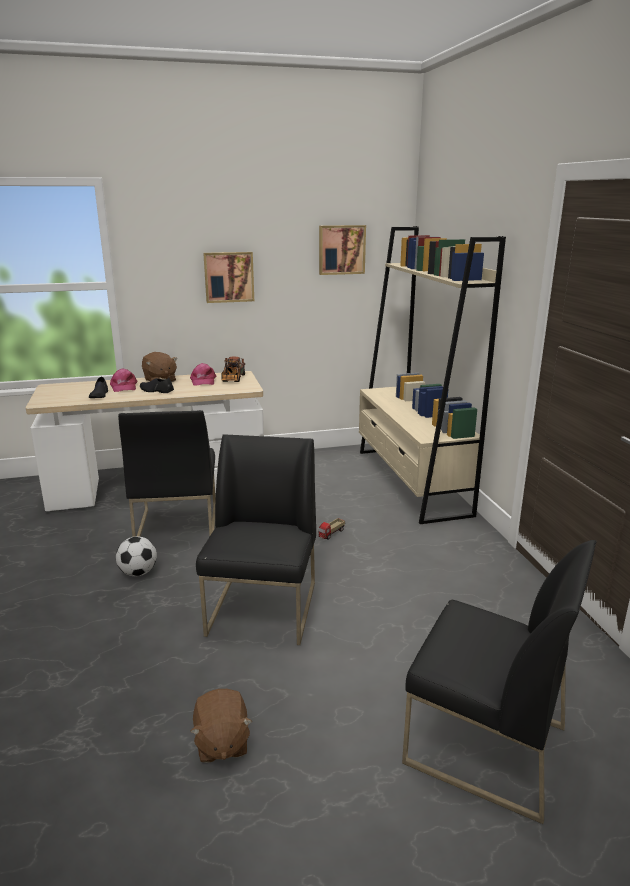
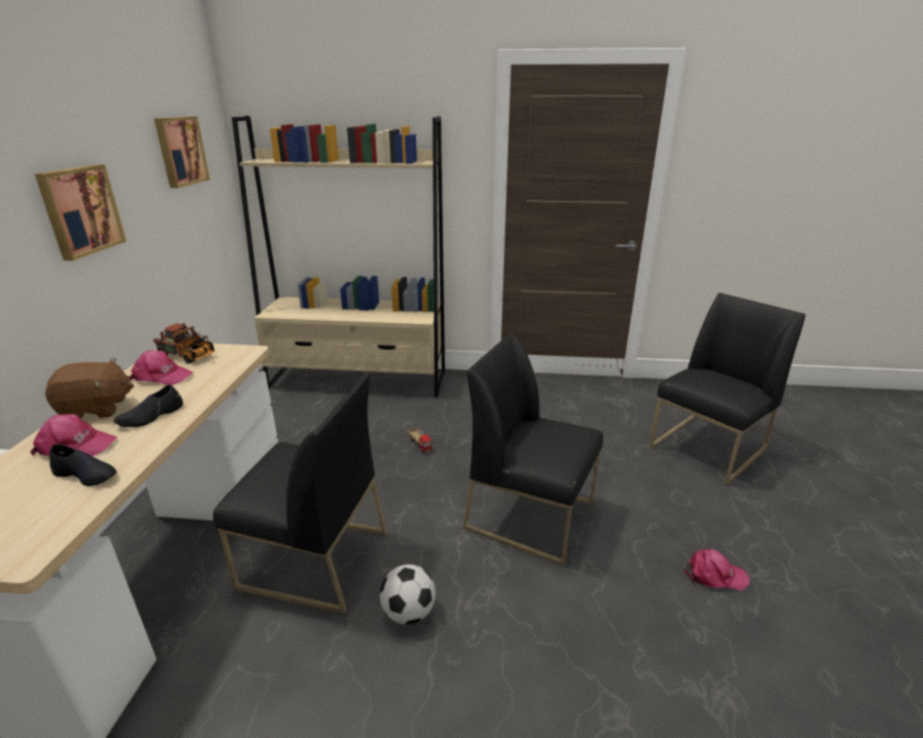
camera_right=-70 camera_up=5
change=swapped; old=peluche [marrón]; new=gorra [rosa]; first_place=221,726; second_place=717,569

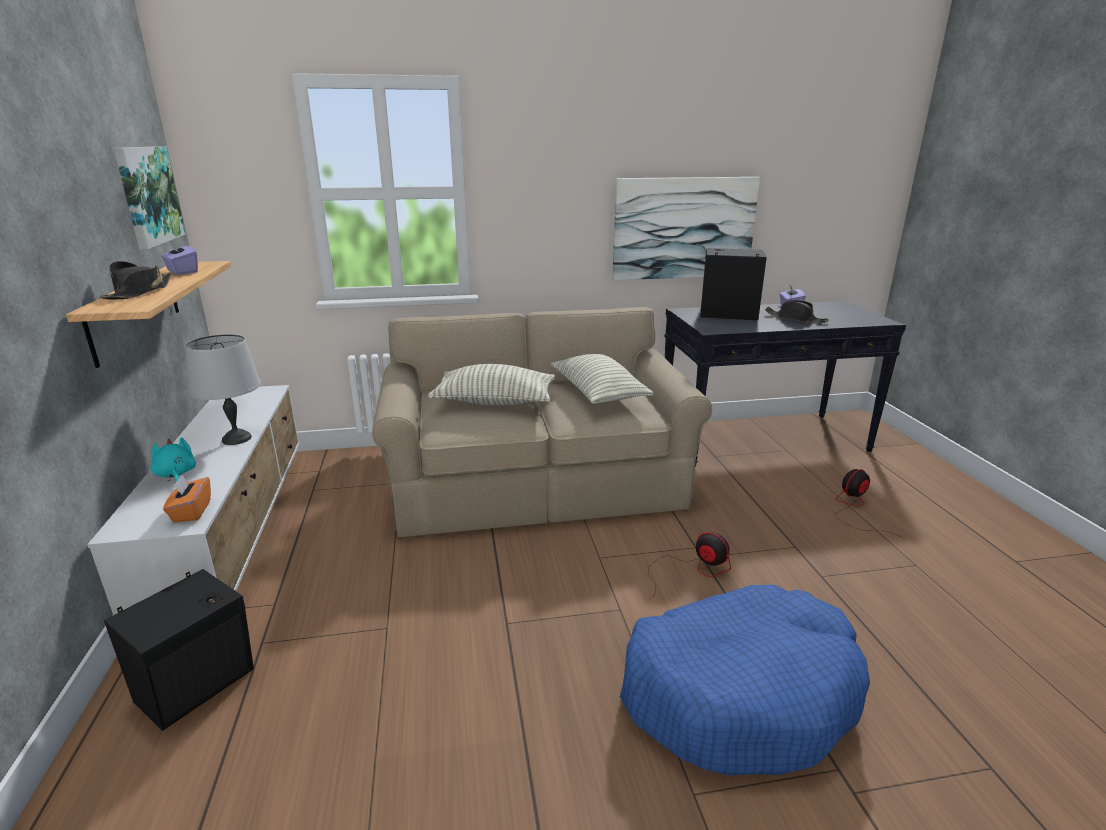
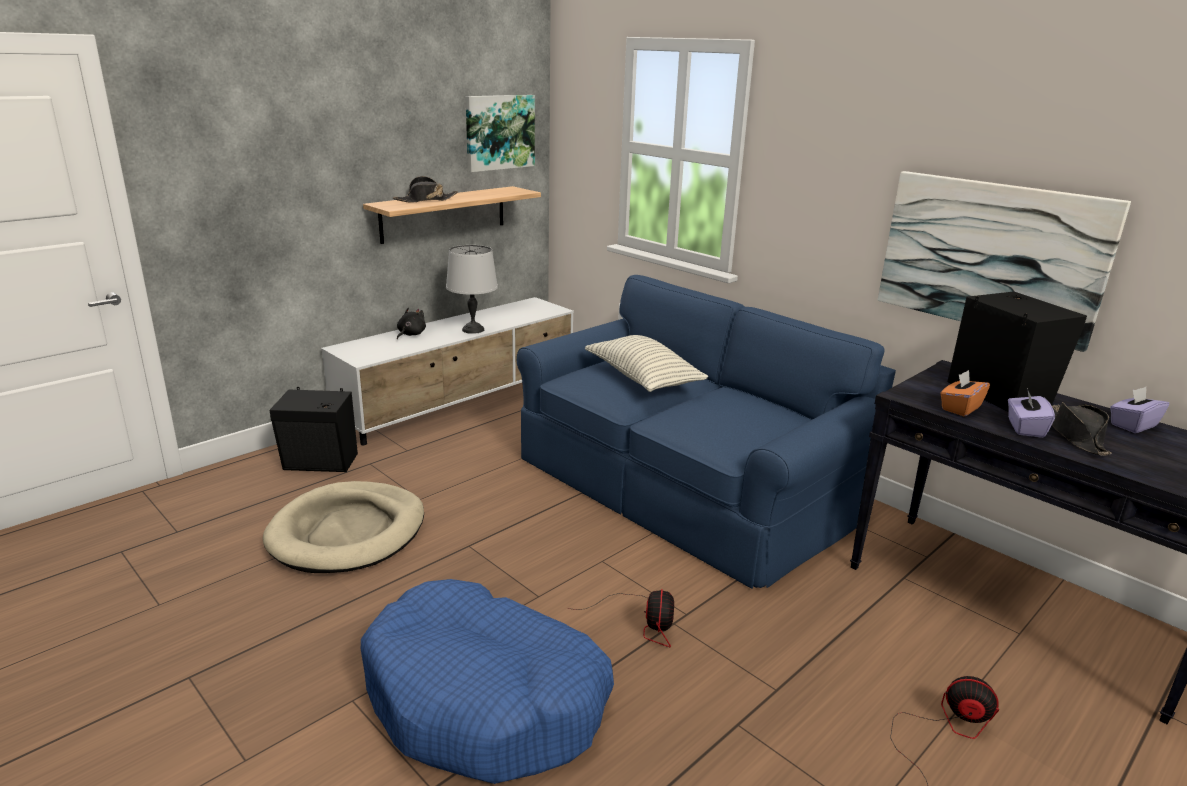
camera_right=55 camera_up=0
change=new; new=cama para perro [beis]; second_place=343,527
change=repainted; old=peluche [turquesa]; new=peluche [negro]; first_place=173,459; second_place=411,323
change=repainted; old=sofá [beis]; new=sofá [azul]; first_place=542,422; second_place=706,431
change=shifted; old=caja de pañuelos [naranja]; first_place=187,498; second_place=965,393
change=shifted; old=caja de pañuelos [morado]; first_place=179,257; second_place=1031,413
change=gone; old=cojín; first_place=602,379

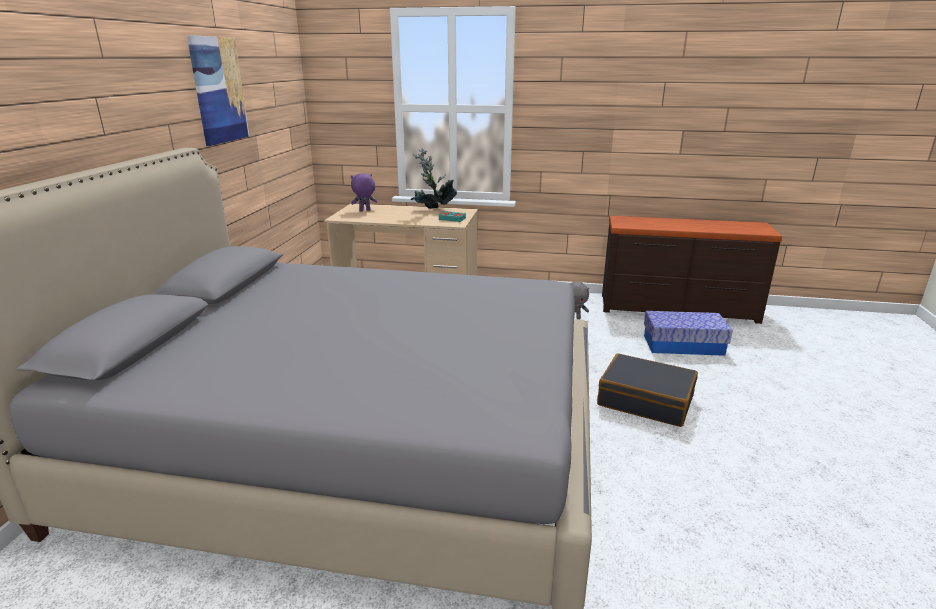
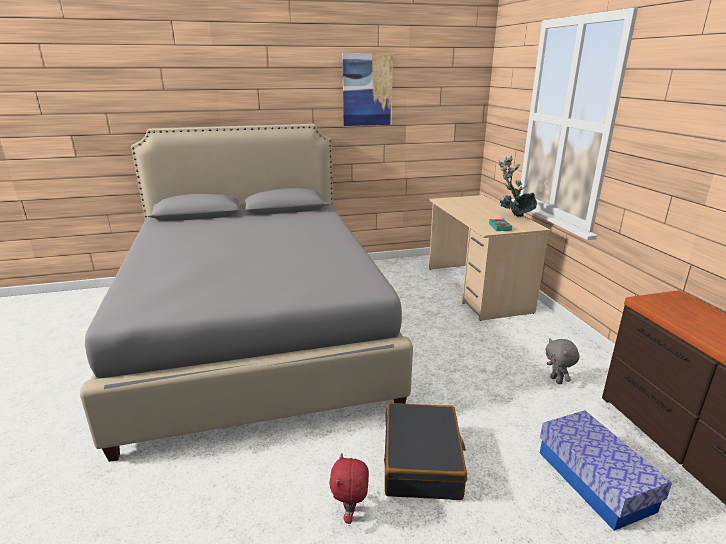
camera_right=65 camera_up=0
change=new; new=peluche [rojo]; second_place=349,488
change=gone; old=peluche [morado]; first_place=364,192

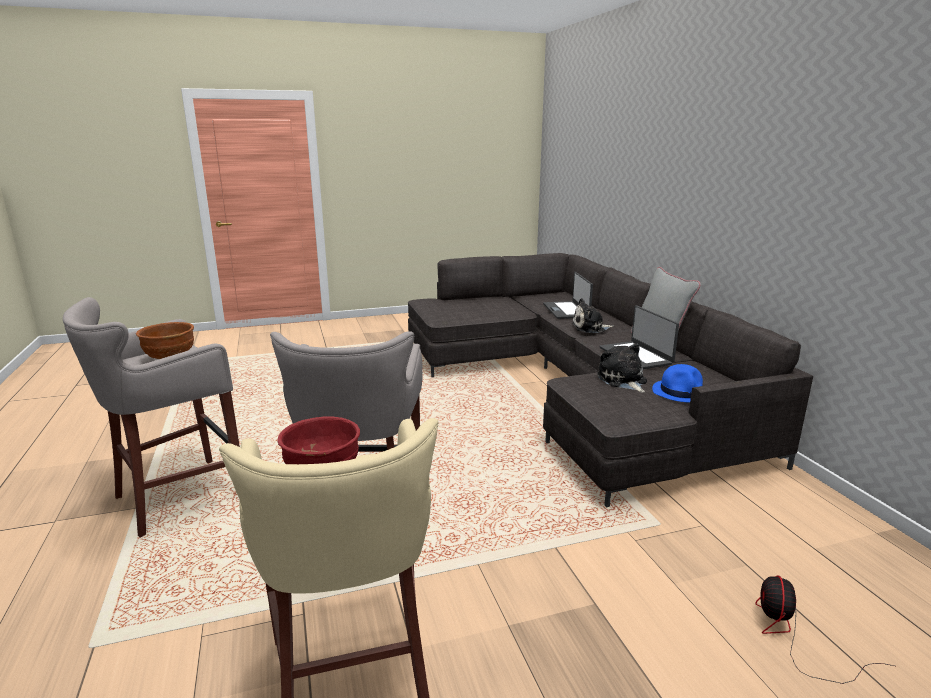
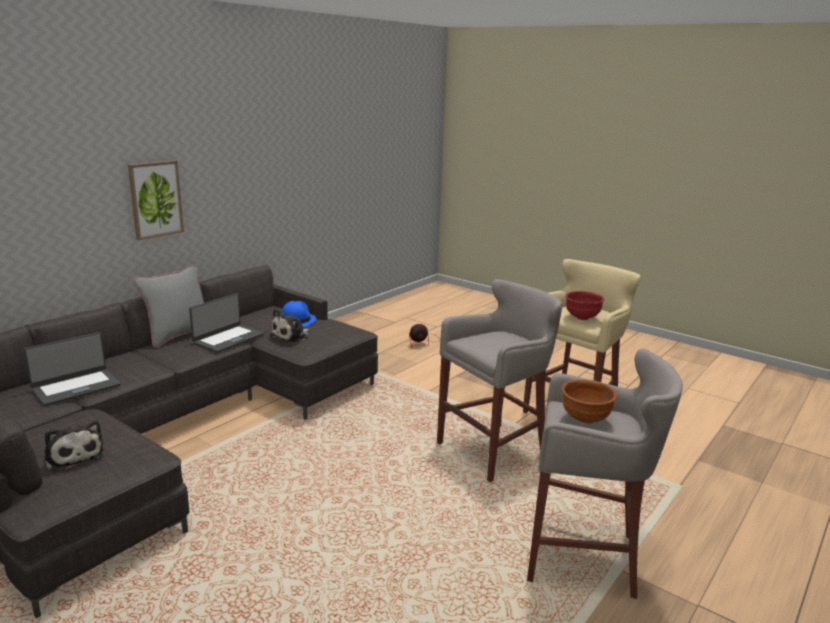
camera_right=-125 camera_up=0
change=shifted; old=peluche; first_place=592,315; second_place=74,447
change=new; new=cuadro; second_place=156,200

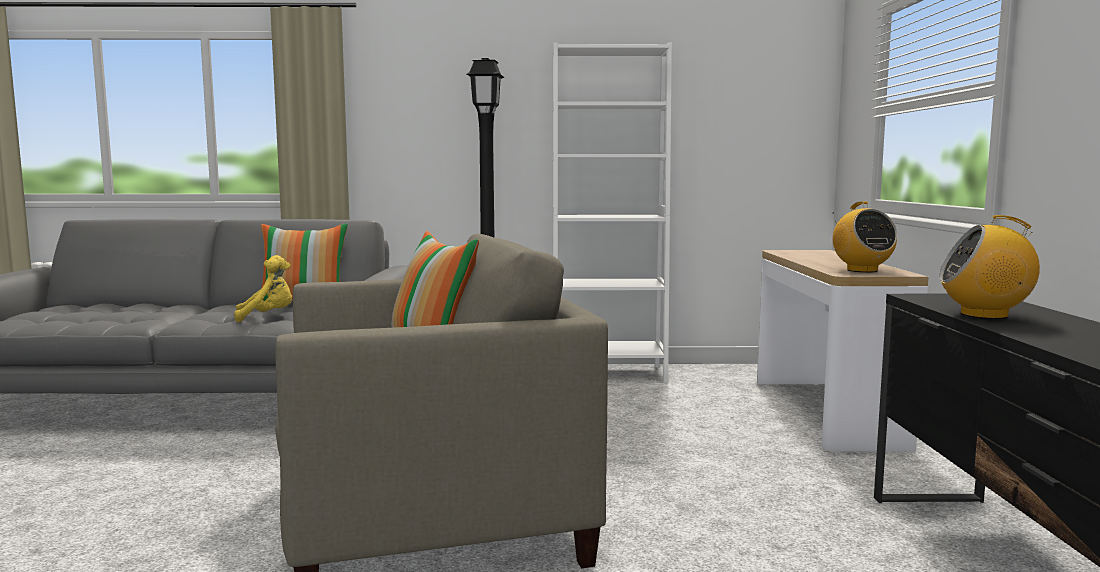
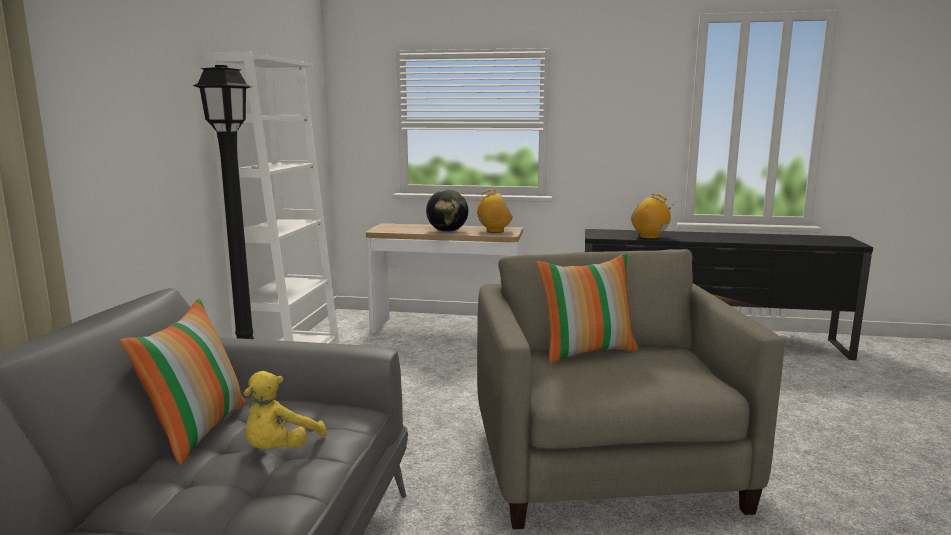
camera_right=-80 camera_up=5
change=rotated; old=peluche [amarillo]; first_place=263,288; second_place=285,410; degrees=-150
change=new; new=globo terráqueo; second_place=447,210
change=rotated; old=radio; first_place=989,267; second_place=653,216; degrees=105

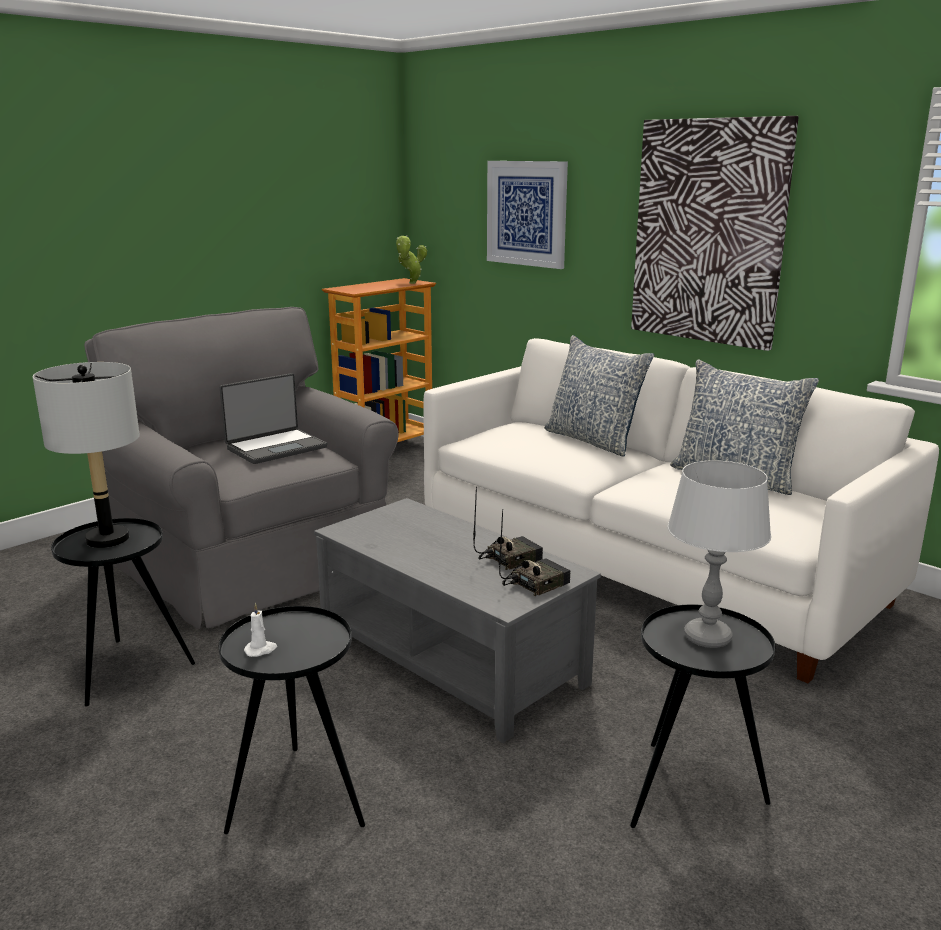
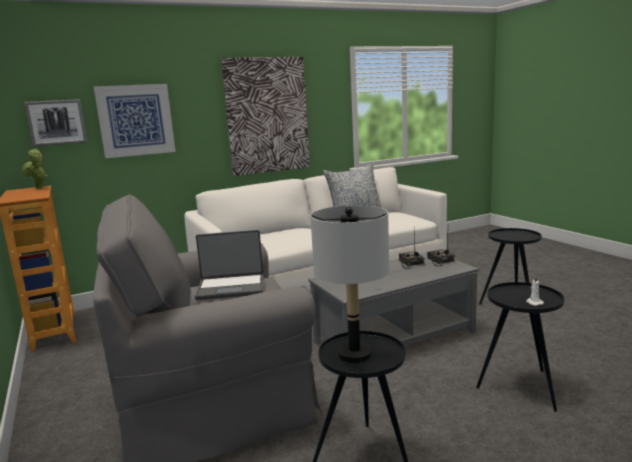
camera_right=-70 camera_up=-5
change=new; new=cuadro; second_place=55,123
change=rotated; old=portátil; first_place=273,418; second_place=229,265; degrees=105
change=gone; old=cojín; first_place=599,396
change=gone; old=lámpara de mesa [gris]; first_place=719,554

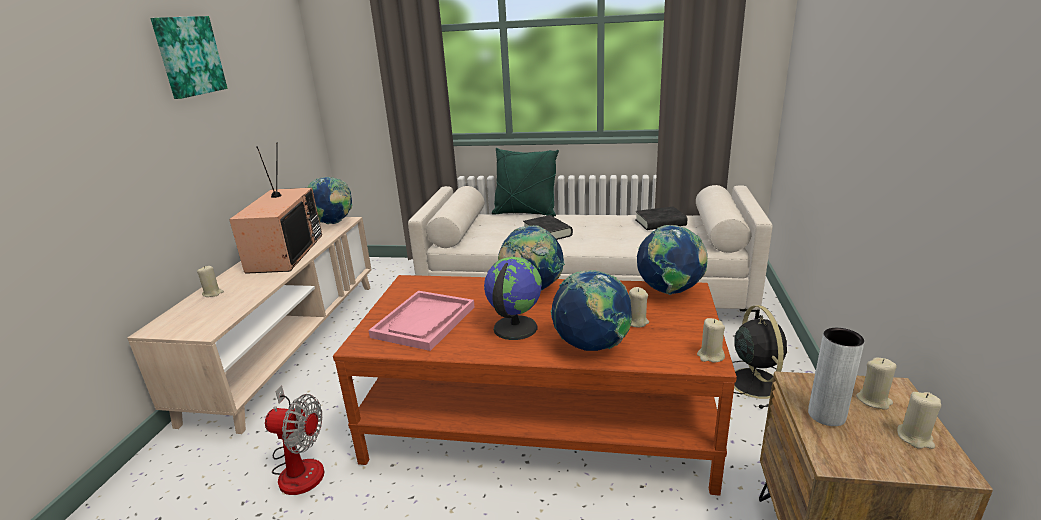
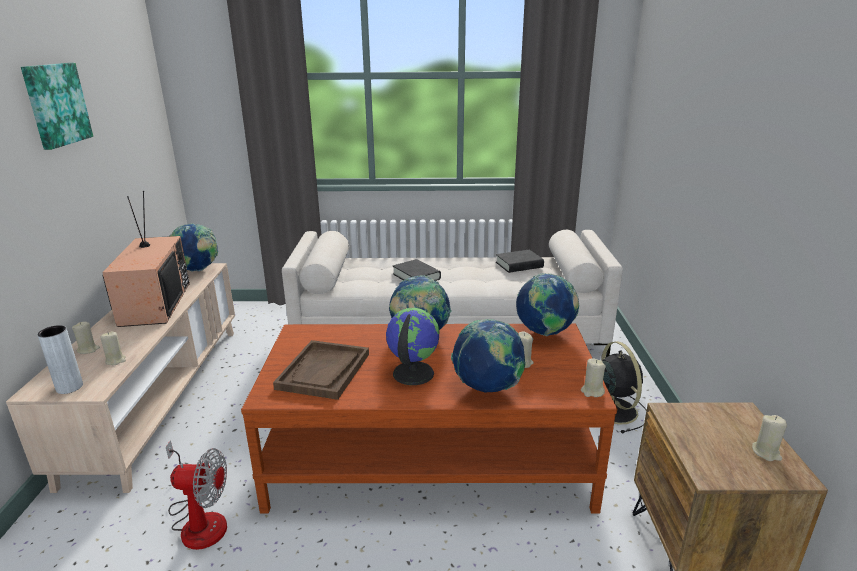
camera_right=-10 camera_up=0
change=shifted; old=florero [gris]; first_place=836,377; second_place=60,359
change=shifted; old=vela [beis]; first_place=876,383; second_place=113,348
change=repainted; old=bandeja [rosa]; new=bandeja [marrón]; first_place=421,321; second_place=321,370
change=gone; old=cojín [verde]; first_place=525,182

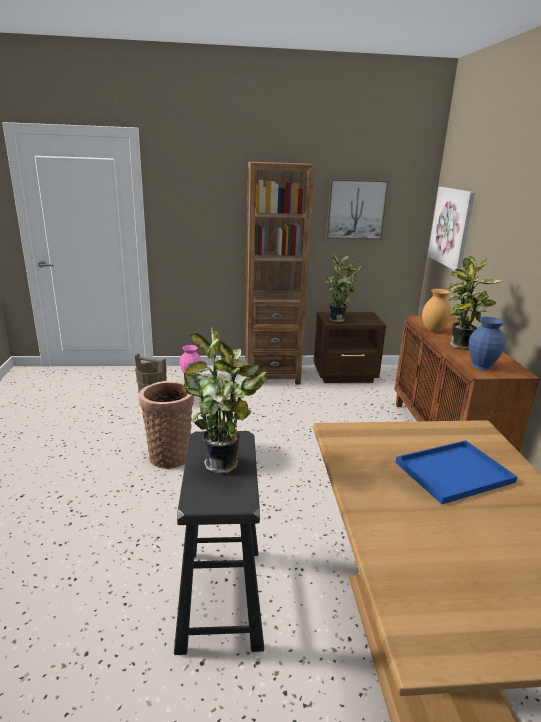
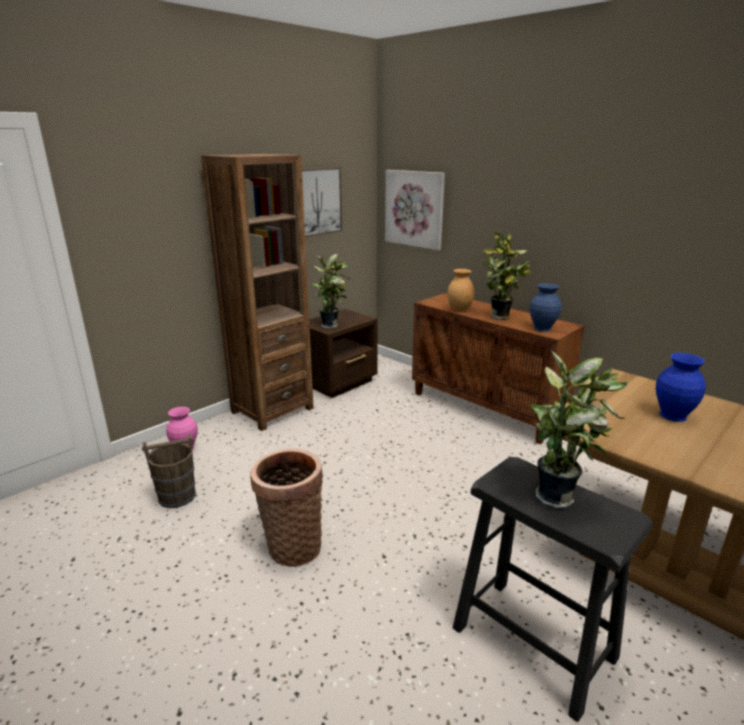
camera_right=-40 camera_up=0
change=swapped; old=bandeja [azul]; new=florero [azul]; first_place=456,472; second_place=681,387

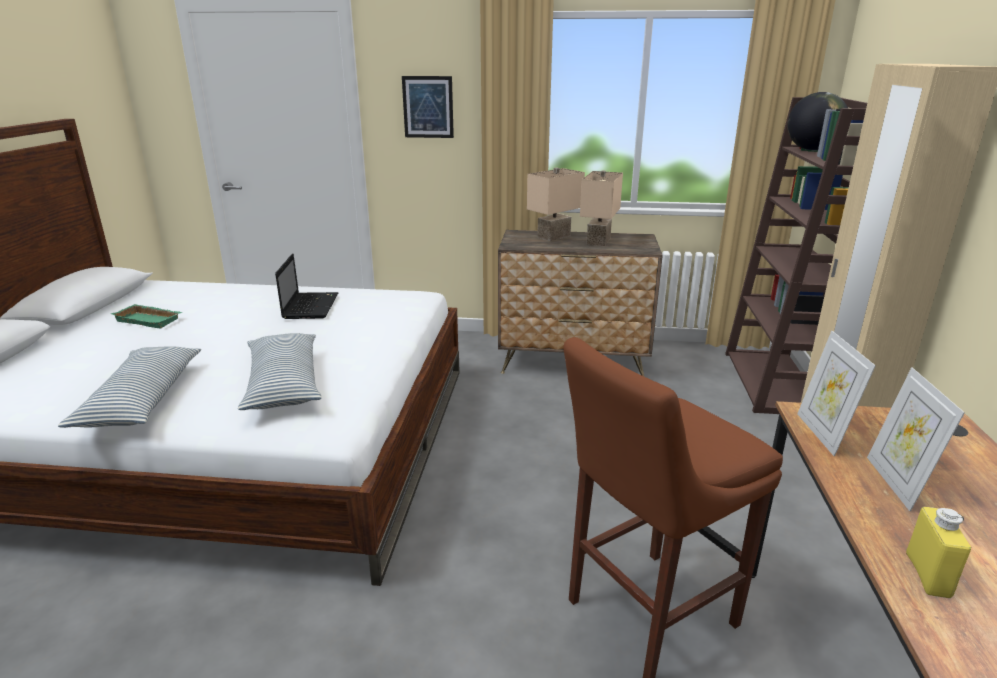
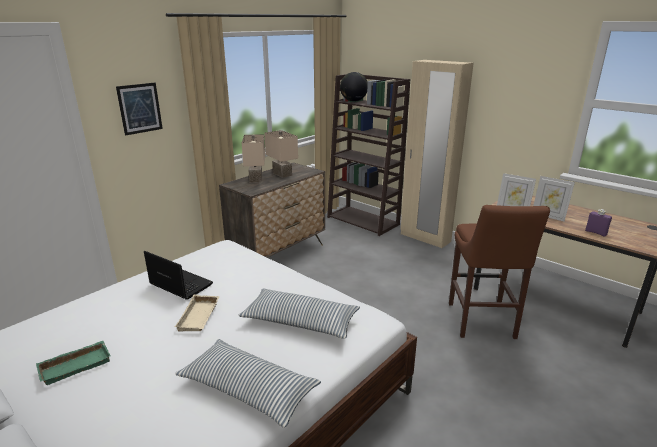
camera_right=-55 camera_up=0
change=new; new=bandeja [beis]; second_place=197,313
change=repainted; old=botella [amarillo]; new=botella [morado]; first_place=938,552; second_place=598,223

